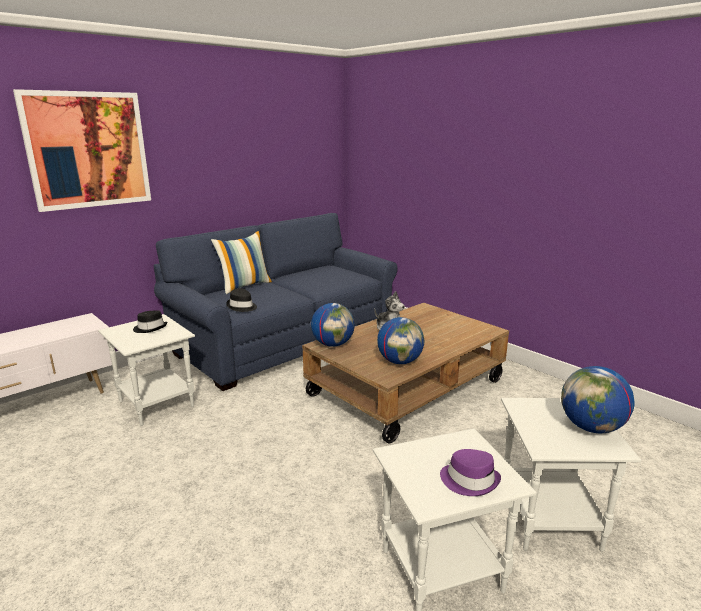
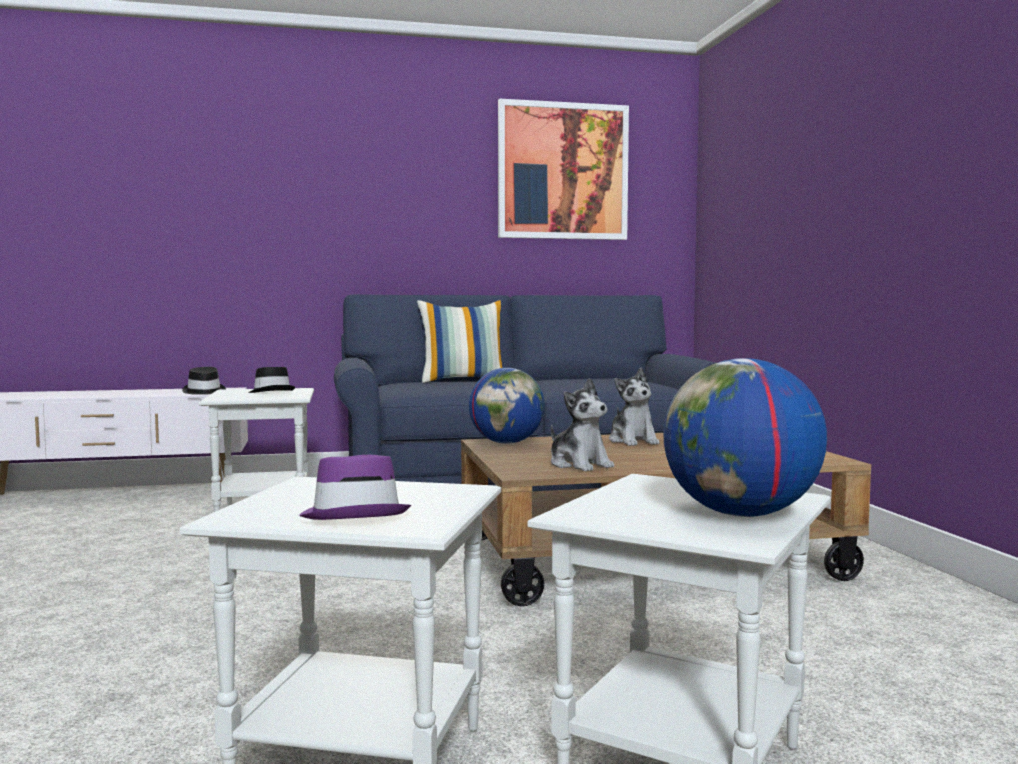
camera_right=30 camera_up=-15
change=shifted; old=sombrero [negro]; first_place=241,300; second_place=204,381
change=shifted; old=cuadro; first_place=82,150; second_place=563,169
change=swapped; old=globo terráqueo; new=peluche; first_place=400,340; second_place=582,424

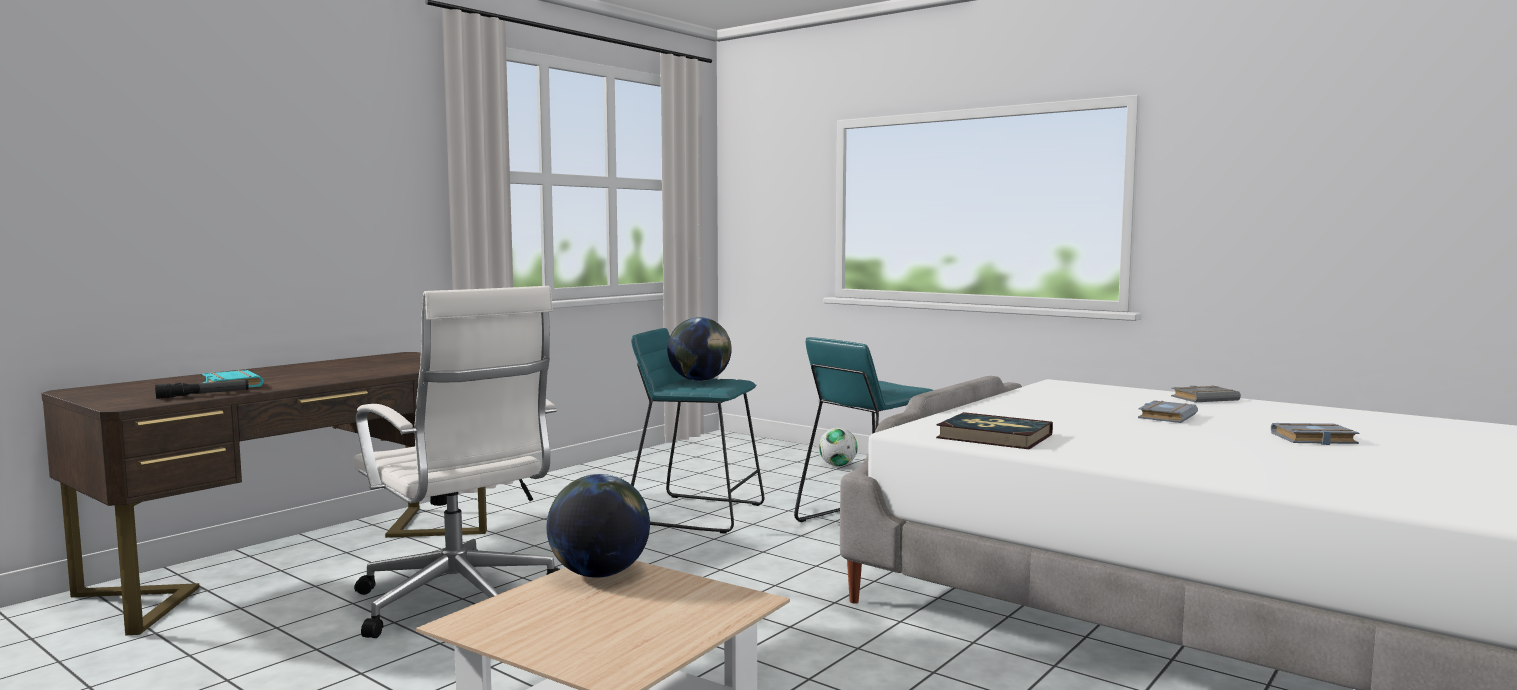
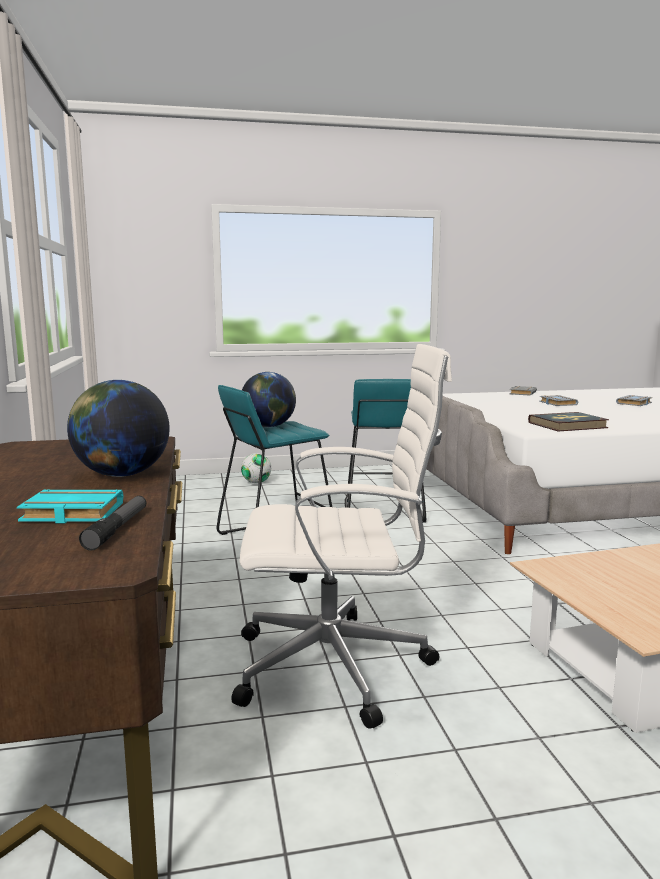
camera_right=-50 camera_up=5
change=shifted; old=globo terráqueo; first_place=598,526; second_place=118,428

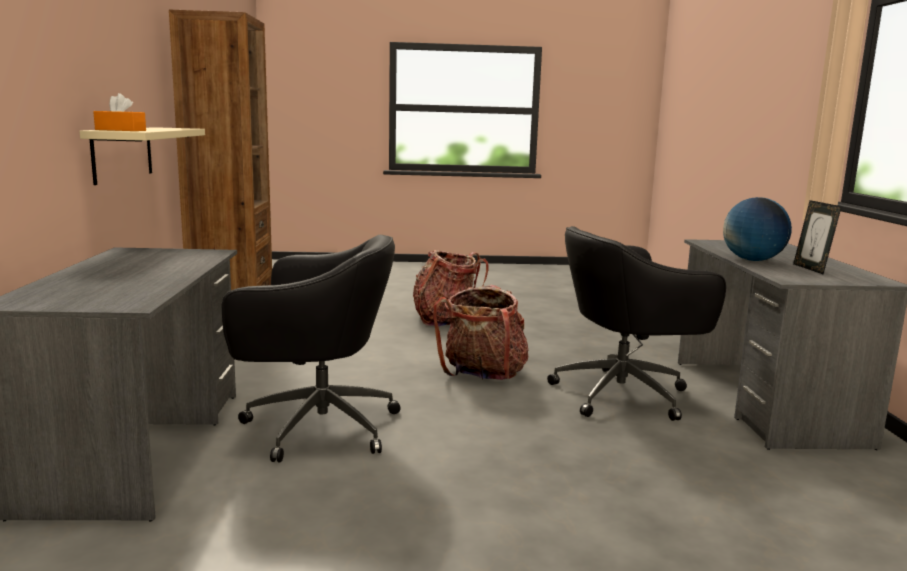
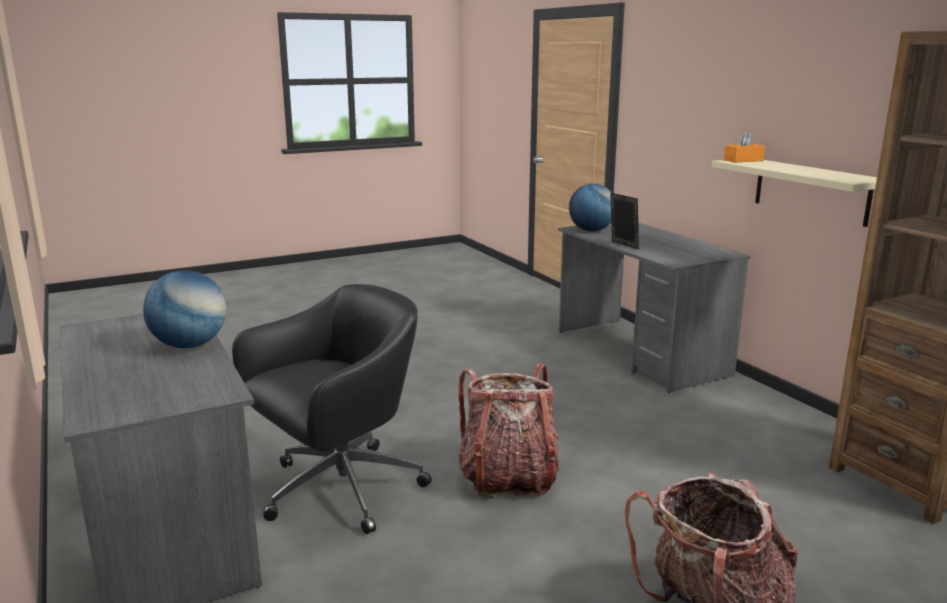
camera_right=155 camera_up=5
change=new; new=globo terráqueo; second_place=590,207
change=shifted; old=portarretratos; first_place=817,237; second_place=624,221
change=gone; old=silla de oficina [negro]; first_place=311,349

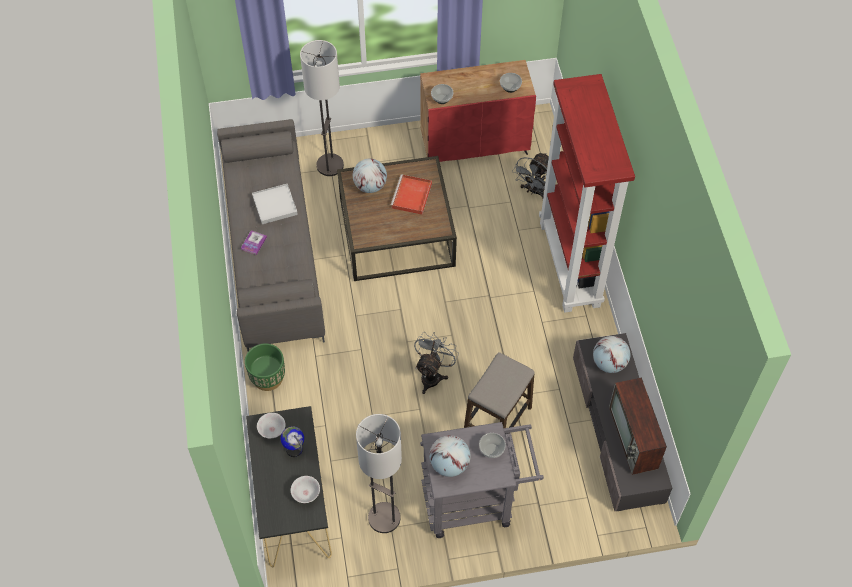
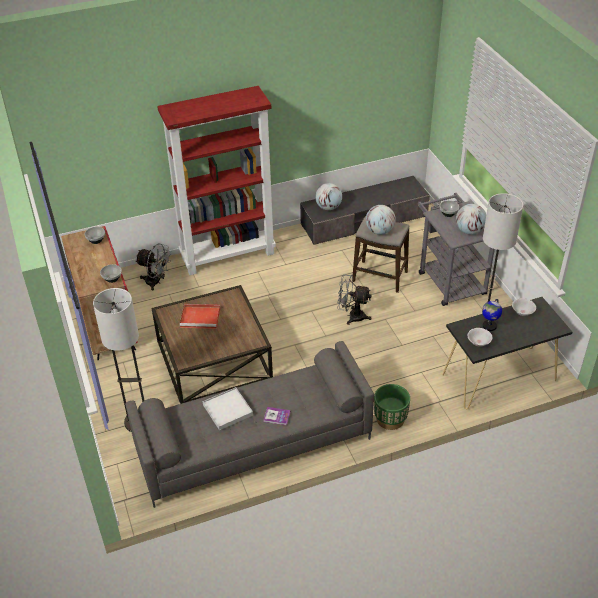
camera_right=-100 camera_up=-15
change=shifted; old=globo terráqueo; first_place=370,175; second_place=381,220
change=gone; old=televisor; first_place=638,426

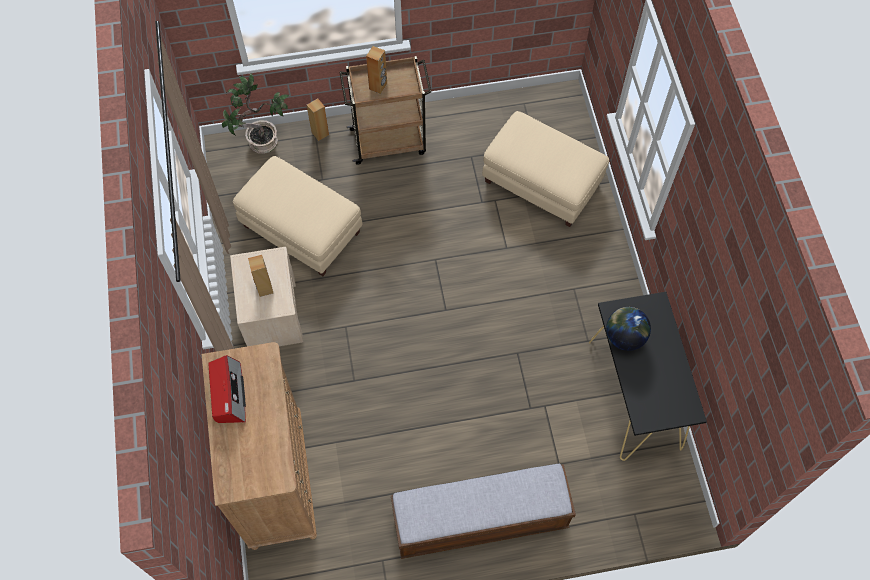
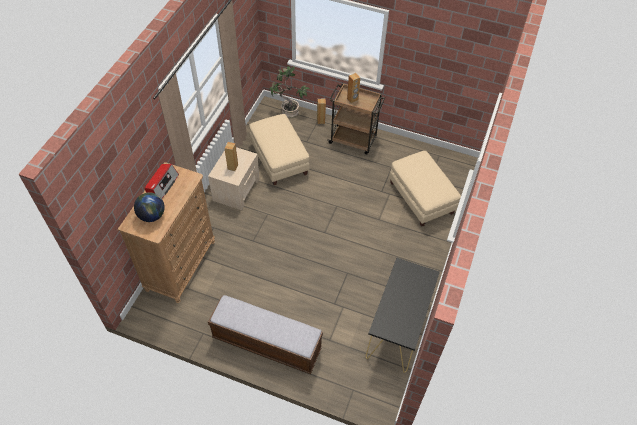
camera_right=30 camera_up=-10
change=shifted; old=globo terráqueo; first_place=628,329; second_place=149,207

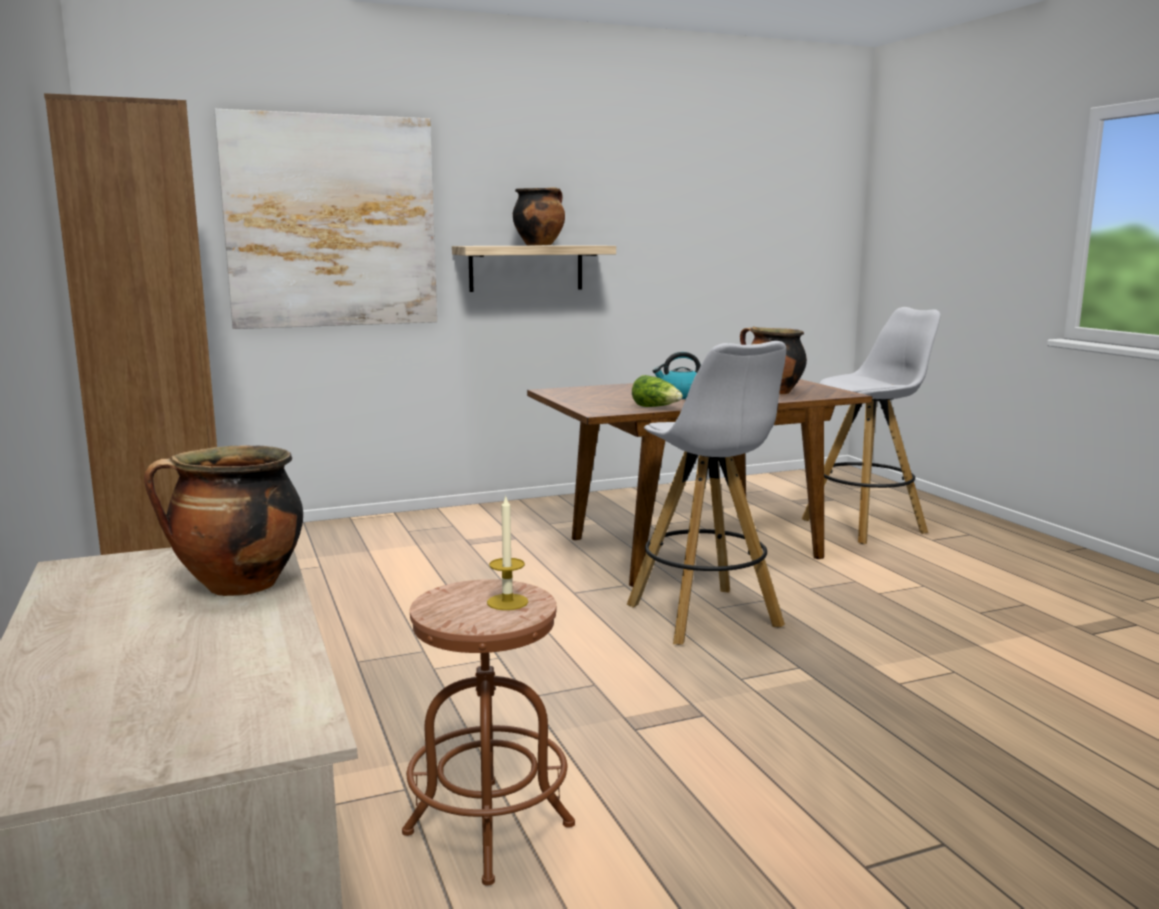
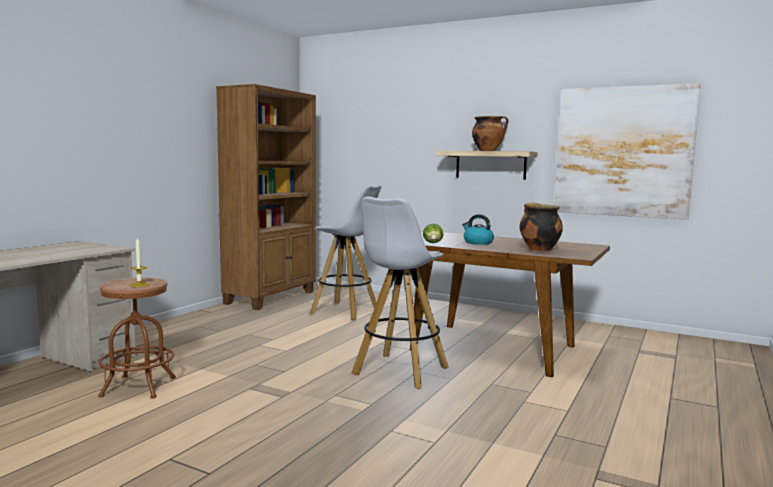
camera_right=50 camera_up=-5
change=shifted; old=taburete [blanco]; first_place=871,425; second_place=345,252
change=shifted; old=cuadro; first_place=325,219; second_place=627,151
change=gone; old=olla; first_place=223,520

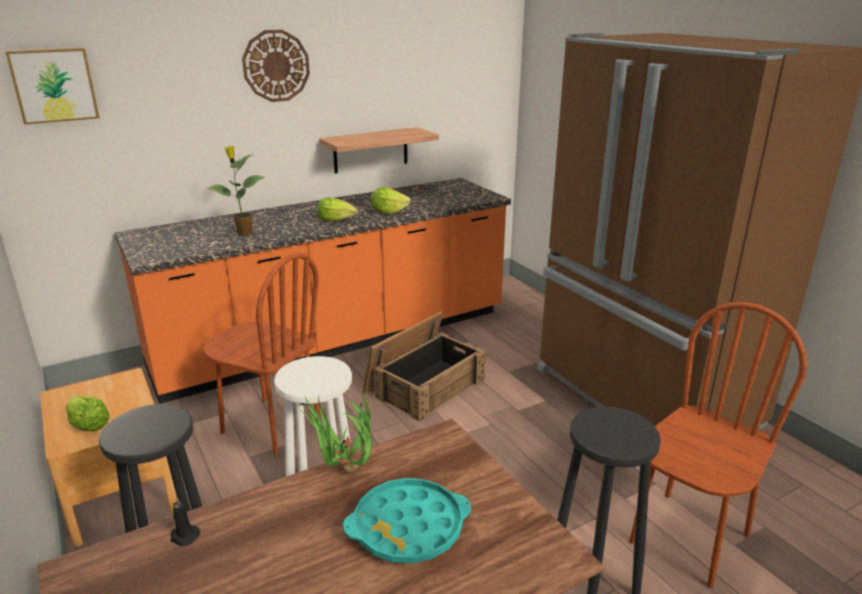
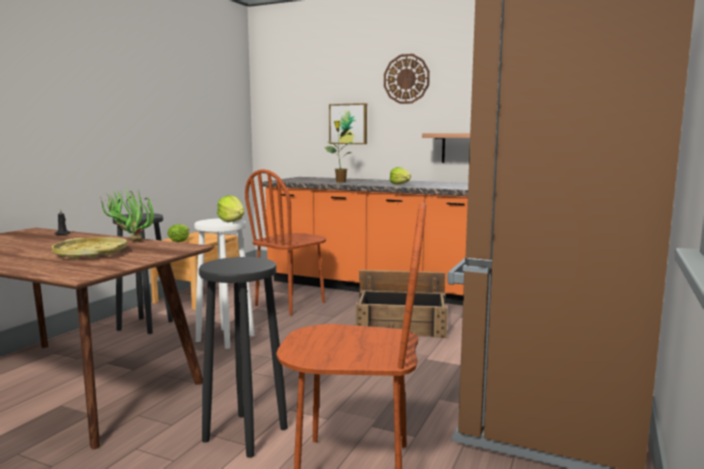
camera_right=55 camera_up=-15
change=repainted; old=bandeja [turquesa]; new=bandeja [amarillo]; first_place=407,521; second_place=89,248
change=shifted; old=lechuga; first_place=390,200; second_place=230,208
change=rotated; old=silla [marrón]; first_place=262,354; second_place=285,242; degrees=45
change=shifted; old=cuadro; first_place=52,86; second_place=348,123

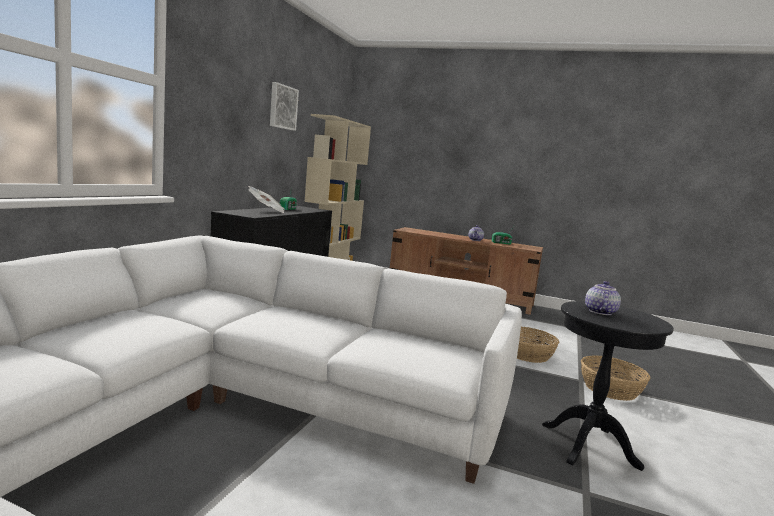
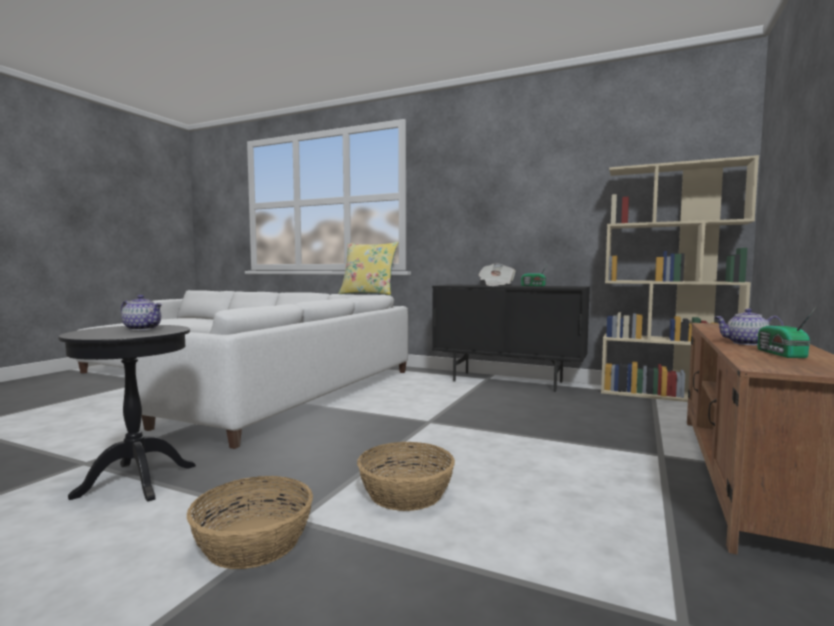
camera_right=95 camera_up=-5
change=new; new=cojín [amarillo]; second_place=368,268
change=gone; old=cuadro; first_place=284,106

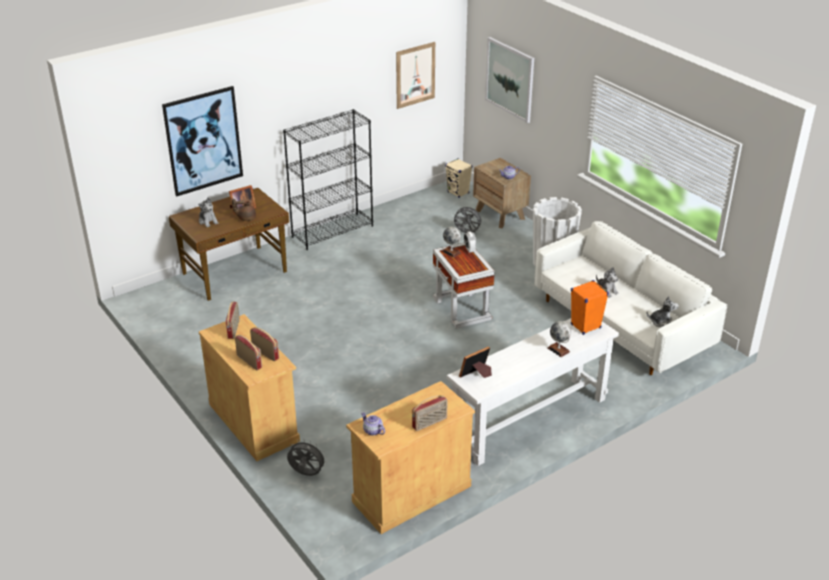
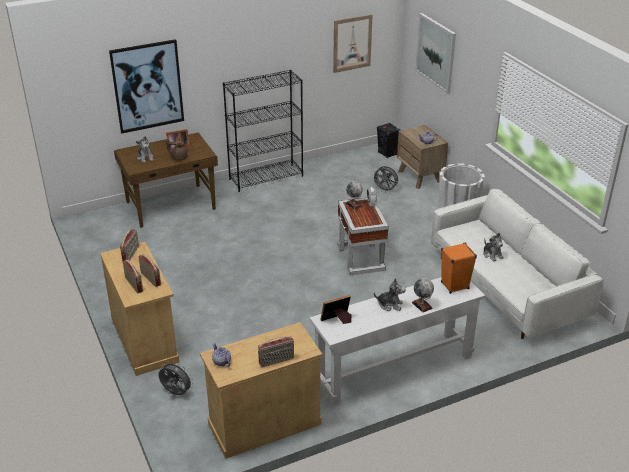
camera_right=10 camera_up=0
change=shifted; old=peluche; first_place=663,311; second_place=390,294
change=repainted; old=altavoz [beis]; new=altavoz [negro]; first_place=458,178; second_place=389,140

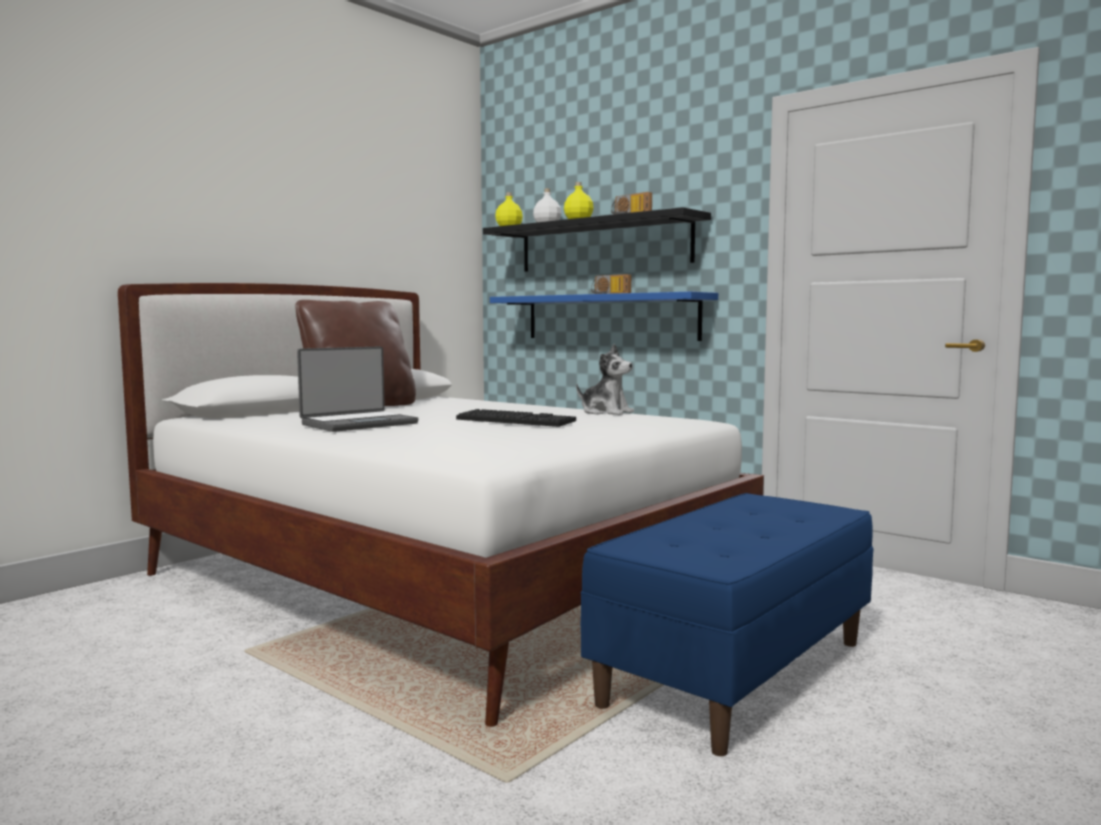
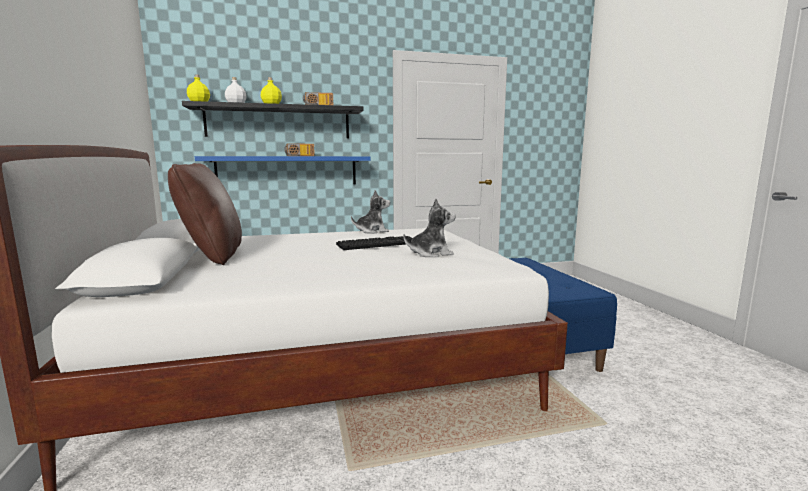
camera_right=-55 camera_up=5
change=new; new=peluche; second_place=430,228
change=gone; old=portátil; first_place=357,389

